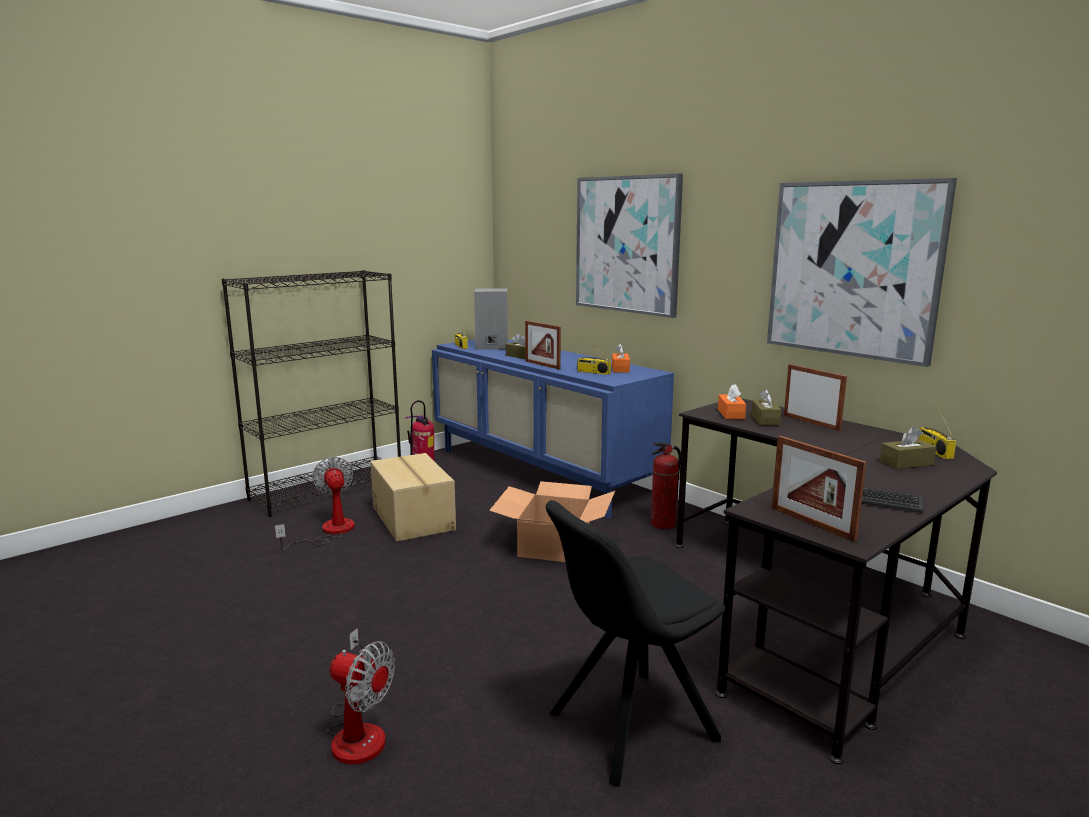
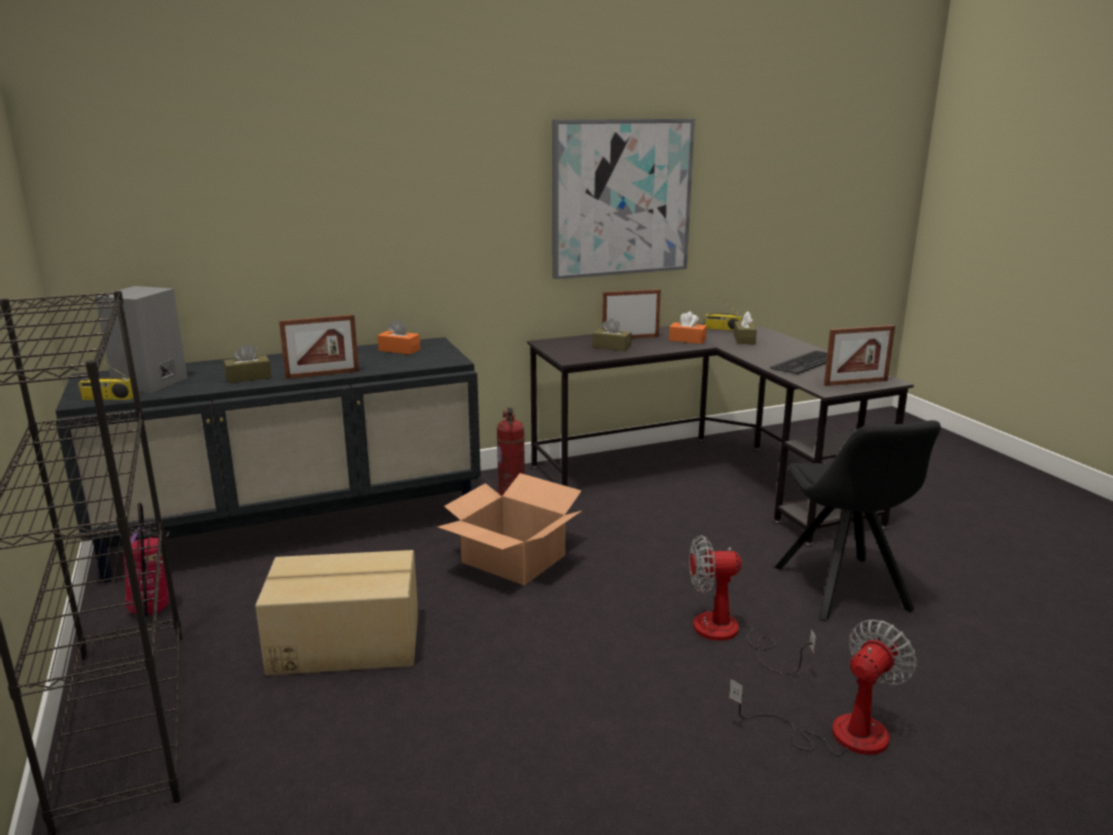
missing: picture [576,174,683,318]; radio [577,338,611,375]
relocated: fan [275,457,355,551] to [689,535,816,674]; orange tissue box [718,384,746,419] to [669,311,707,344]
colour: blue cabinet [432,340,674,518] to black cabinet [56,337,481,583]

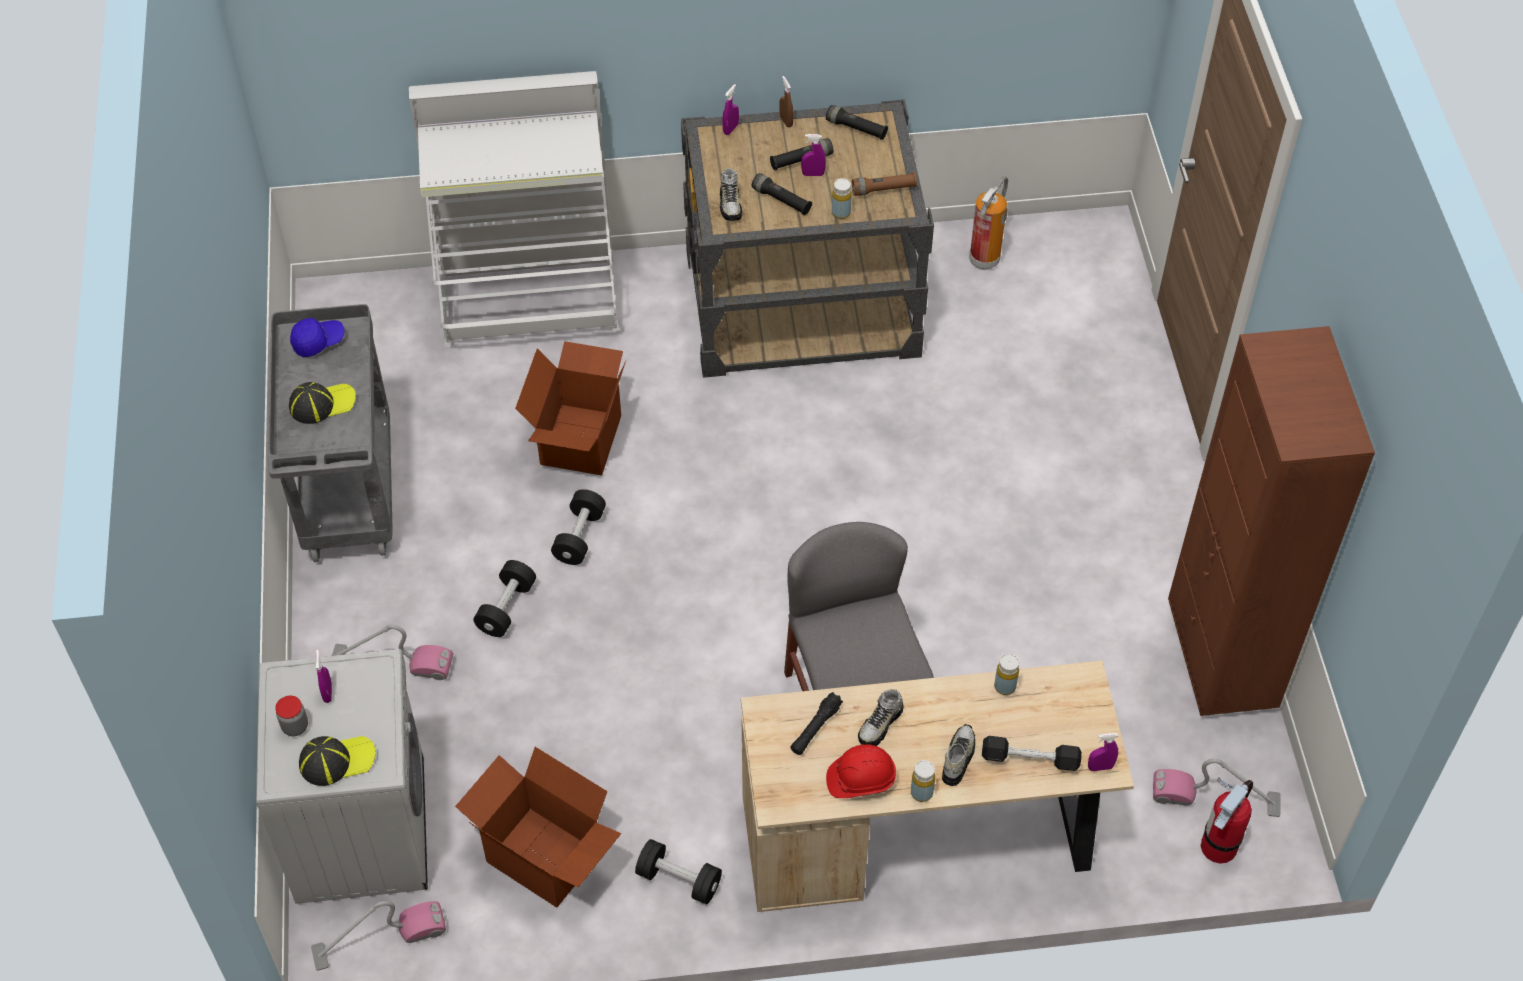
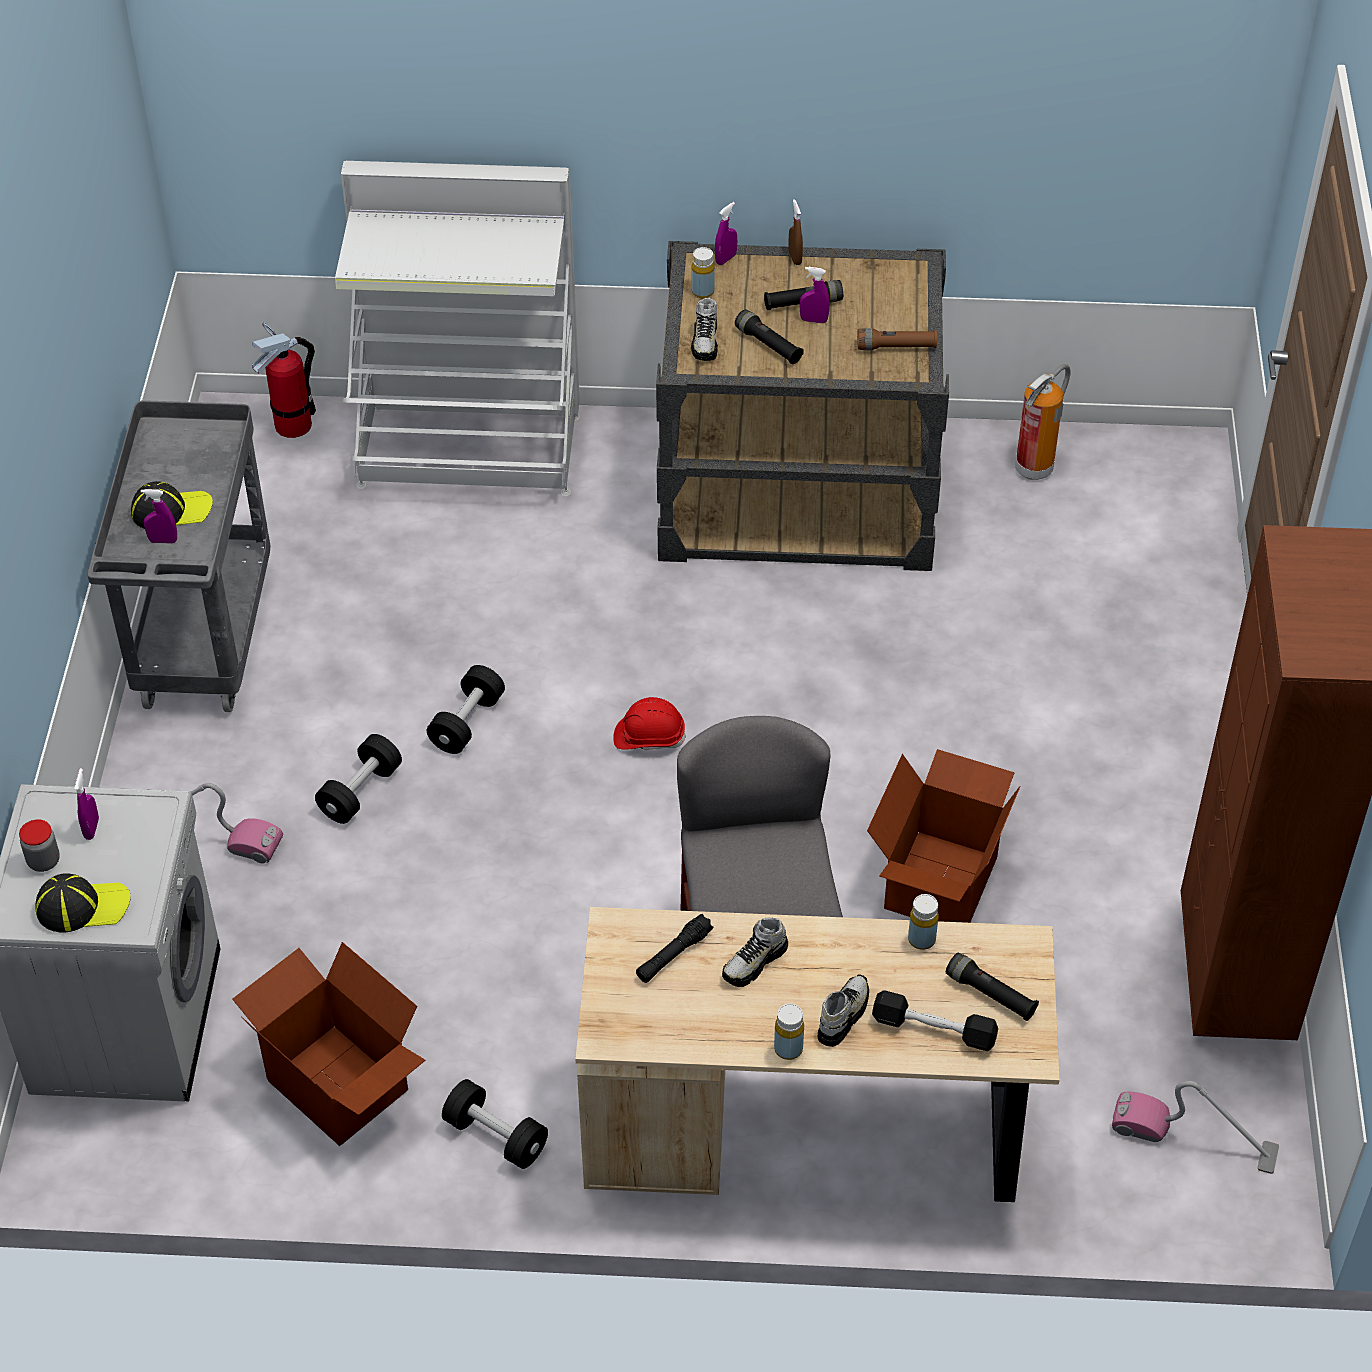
missing: blue cap [290,318,344,357]; vacuum cleaner [311,901,446,971]
relocated: cardboard box [515,341,626,475] to [867,749,1020,923]; black flashlight [826,105,888,140] to [946,953,1039,1021]; red hard hat [826,744,896,798] to [613,697,686,750]; yellow bottle [832,178,852,219] to [691,247,715,298]; purple spray bottle [1088,733,1118,771] to [141,489,177,543]; fire extinguisher [1201,777,1253,864] to [252,322,316,438]

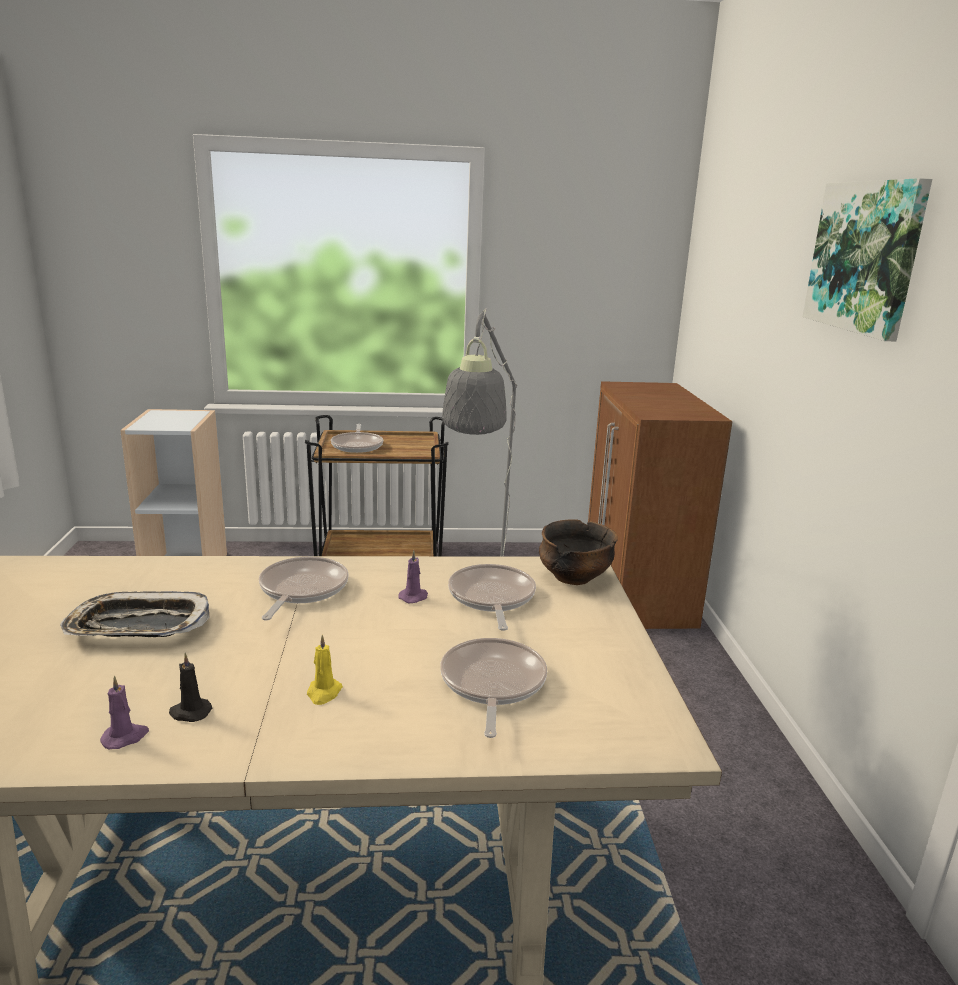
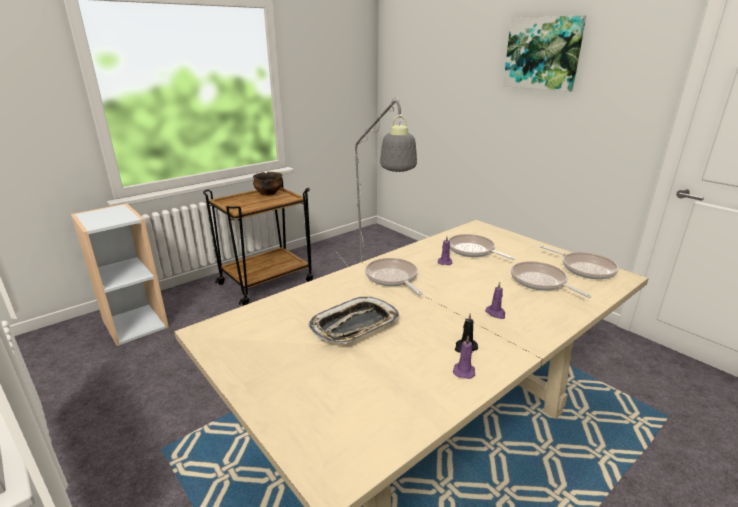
missing: brown cabinet [588,381,733,629]
relocated: frying pan [331,424,383,453] to [540,246,619,279]; bowl [539,519,618,585] to [253,172,282,196]
colour: yellow candle [307,635,343,705] to purple candle [485,282,505,319]

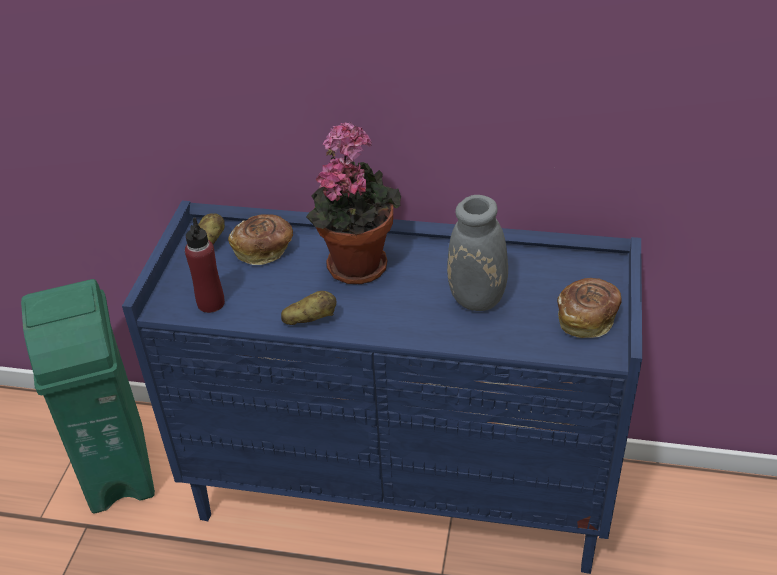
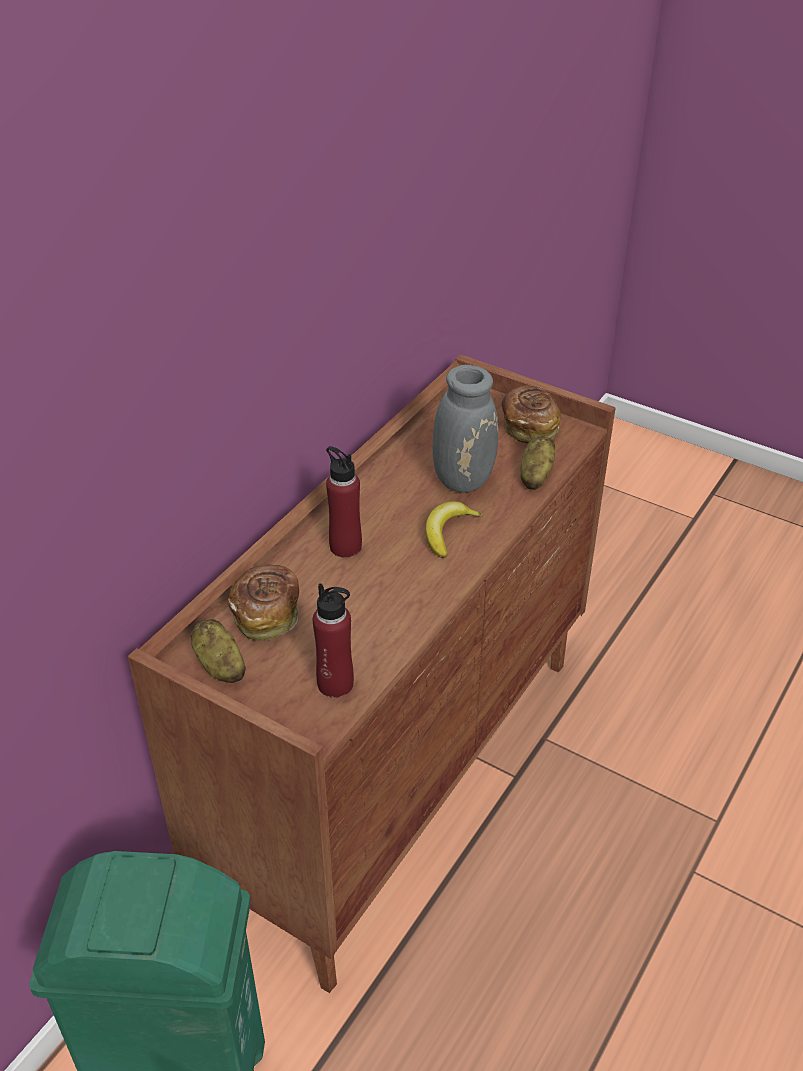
appeared: banana [425,501,483,558]
relocated: potato [281,291,336,325] to [520,436,555,490]
exchanged: potted plant [306,122,401,284] to red bottle [326,446,362,558]
colour: blue cabinet [122,201,642,574] to brown cabinet [128,354,616,993]

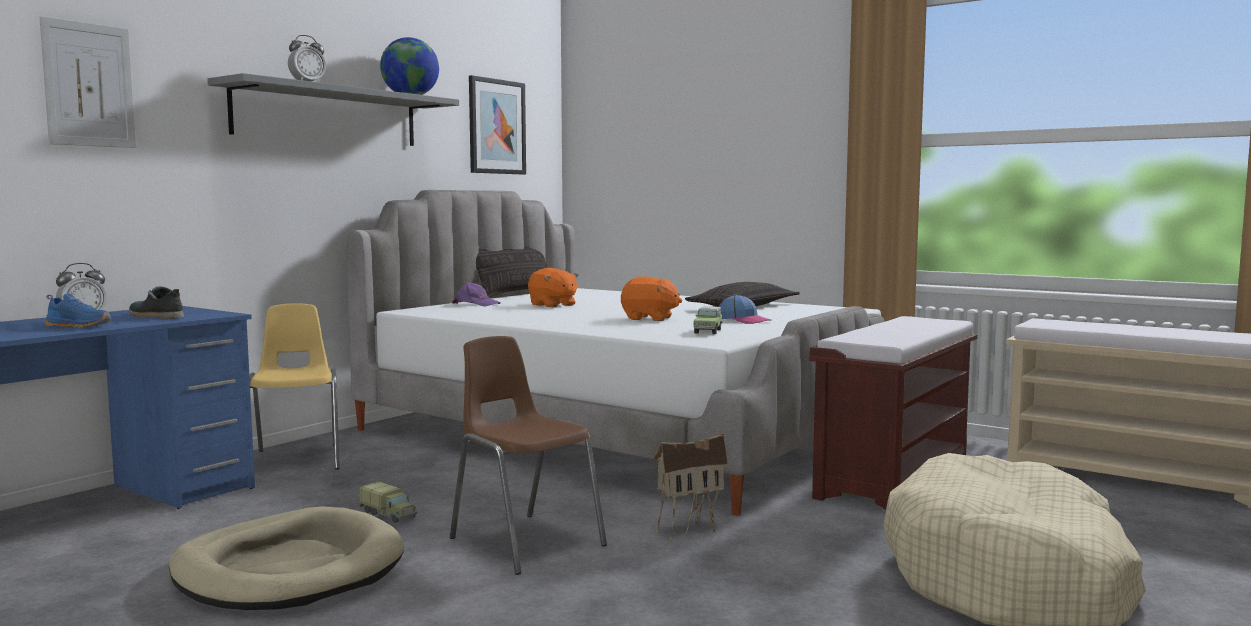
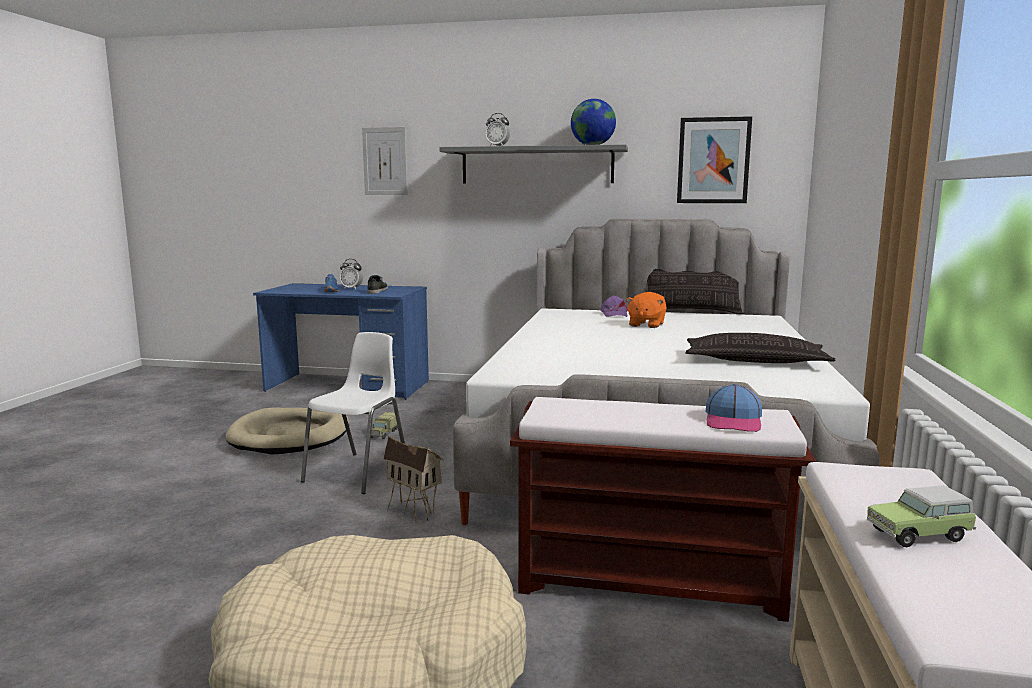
missing: yellow chair [249,303,340,470]; orange plush toy [621,276,682,321]
relocated: toy car [694,306,723,334] to [866,486,977,547]; cap [719,294,771,324] to [706,384,762,432]
colour: brown chair [450,336,607,575] to white chair [301,332,405,494]

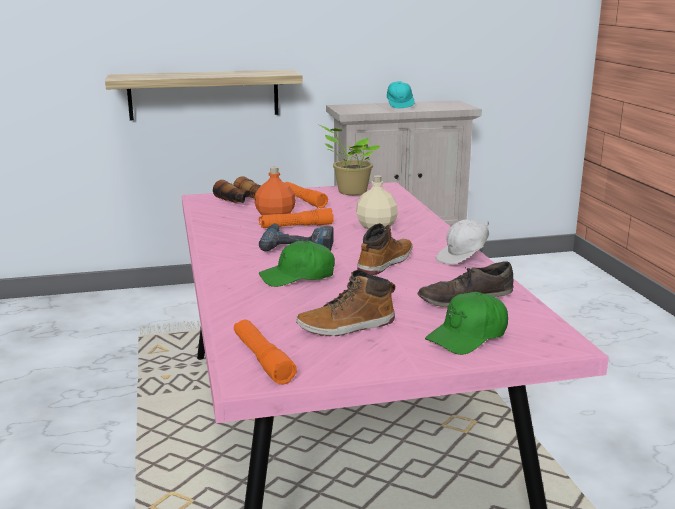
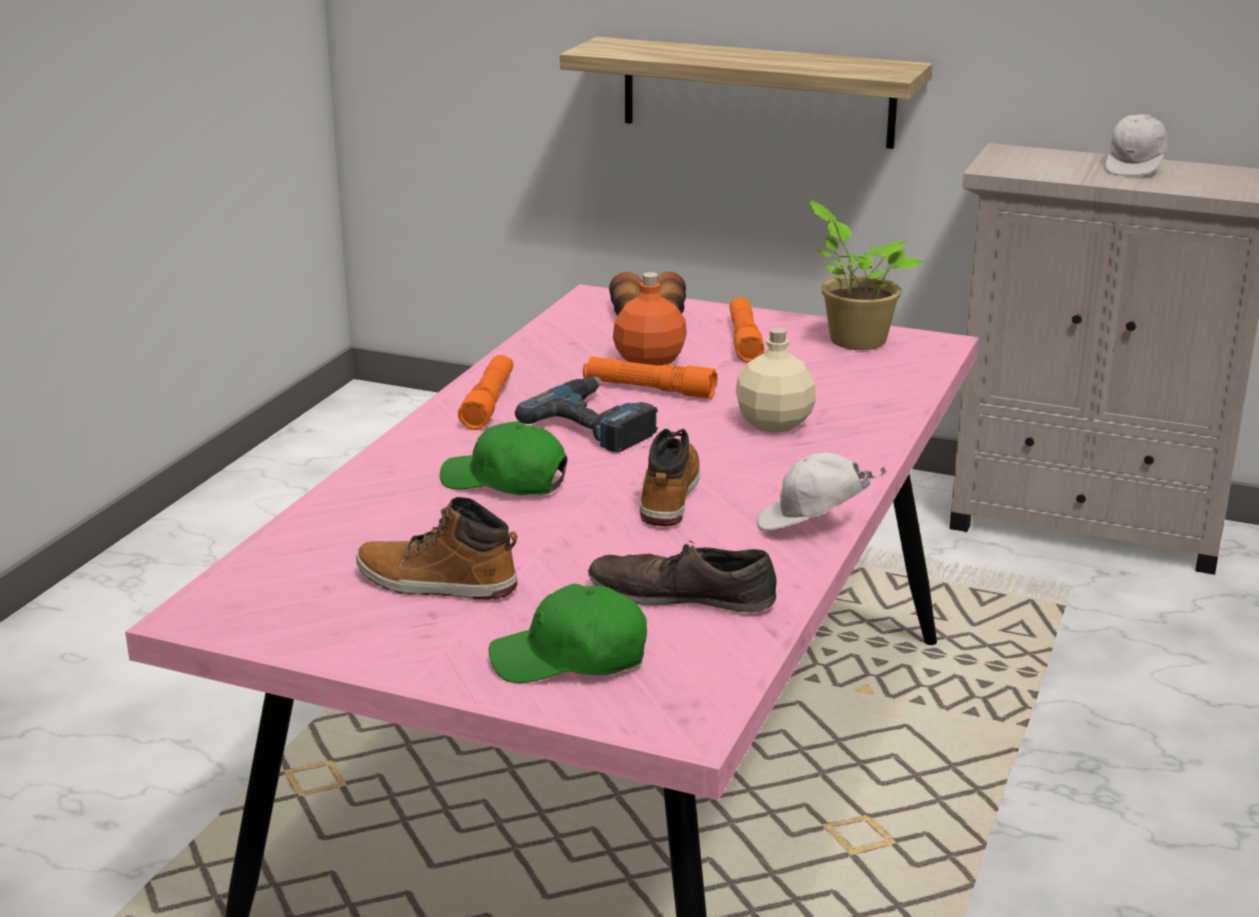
relocated: orange flashlight [234,319,297,385] to [458,355,513,430]
colour: turquoise cap [387,81,415,108] to white cap [1105,114,1168,176]
spun: boot [357,223,412,275] = [640,429,700,527] 60 degrees counterclockwise

